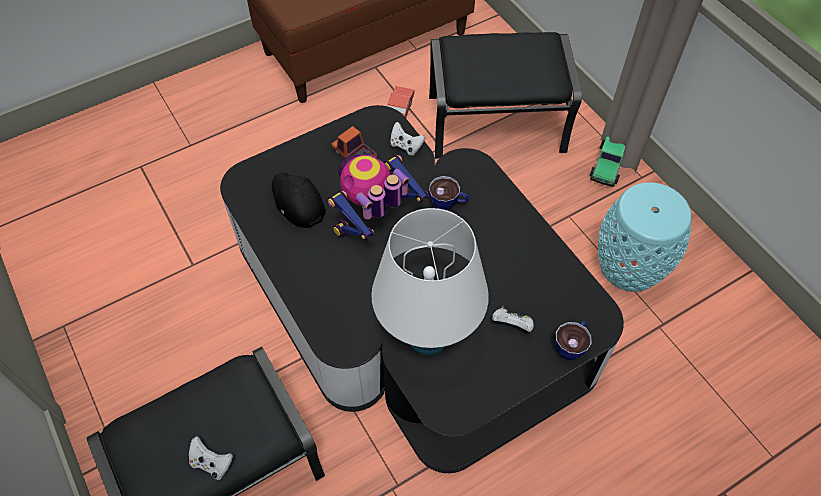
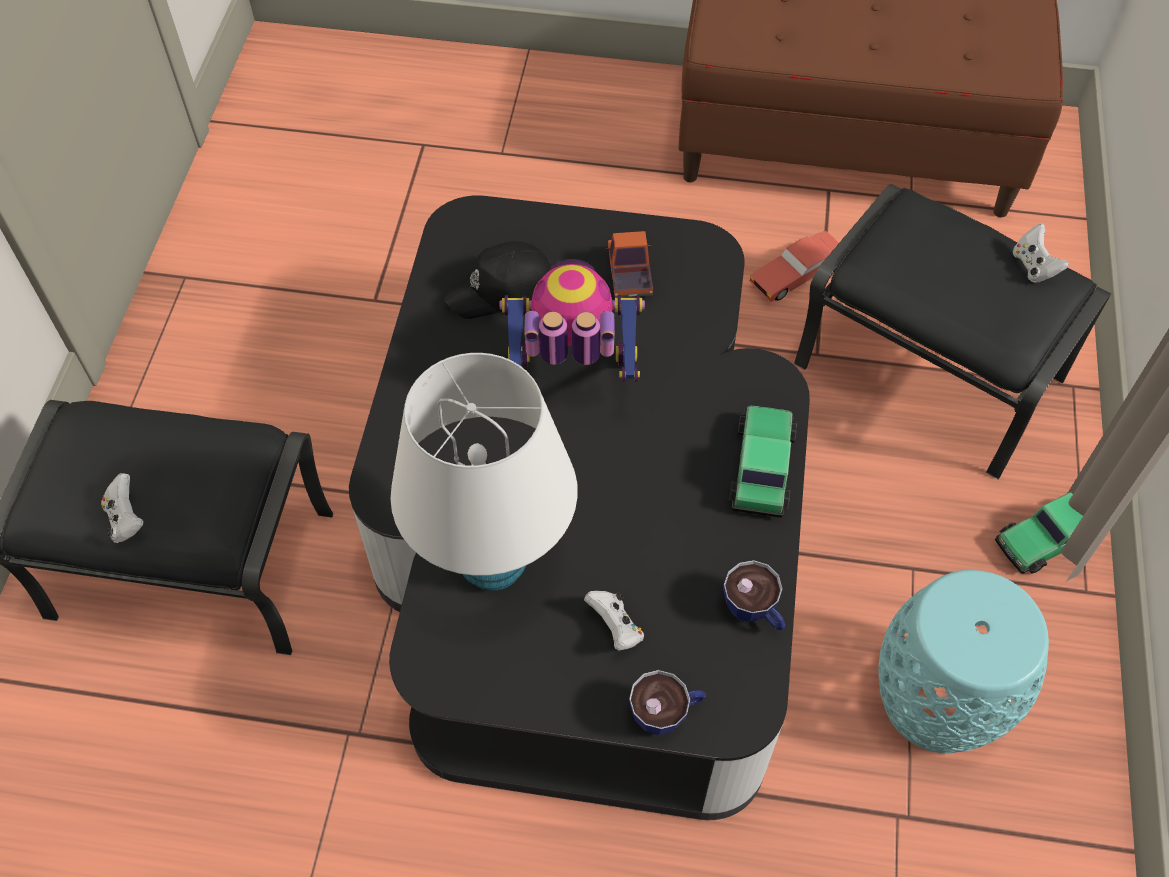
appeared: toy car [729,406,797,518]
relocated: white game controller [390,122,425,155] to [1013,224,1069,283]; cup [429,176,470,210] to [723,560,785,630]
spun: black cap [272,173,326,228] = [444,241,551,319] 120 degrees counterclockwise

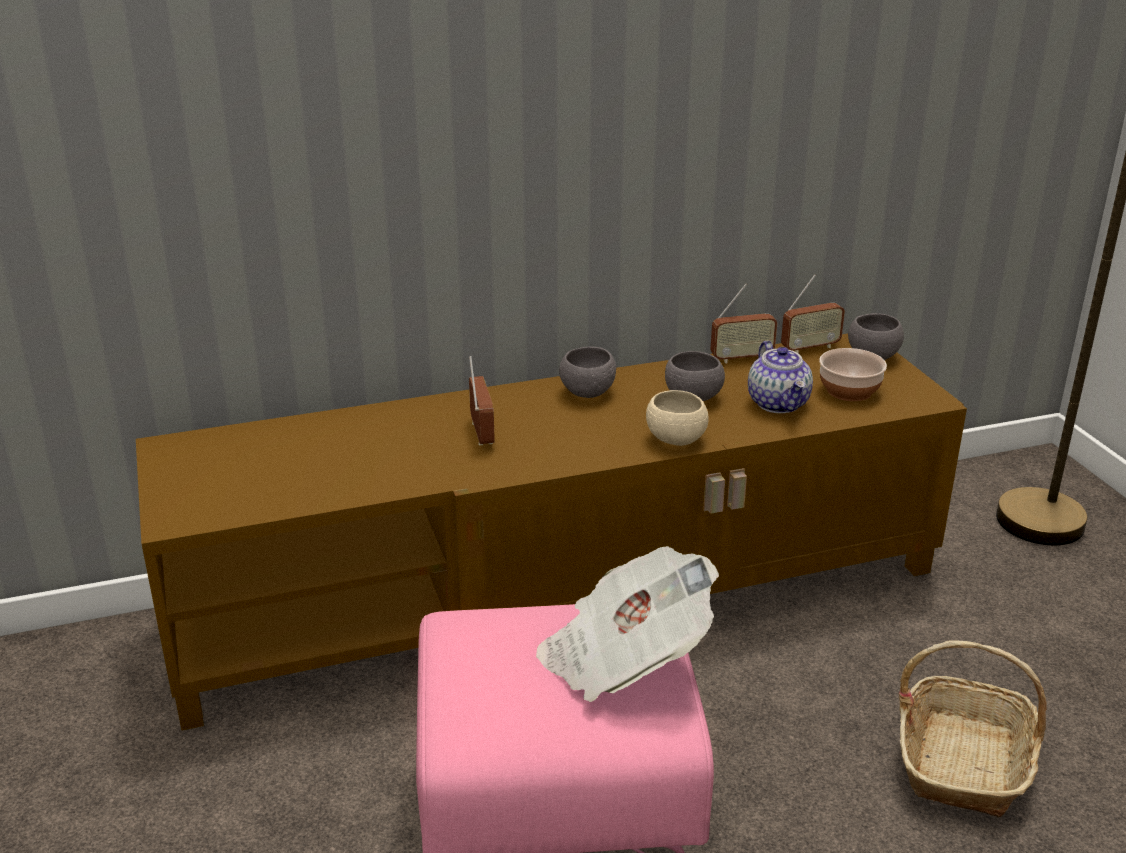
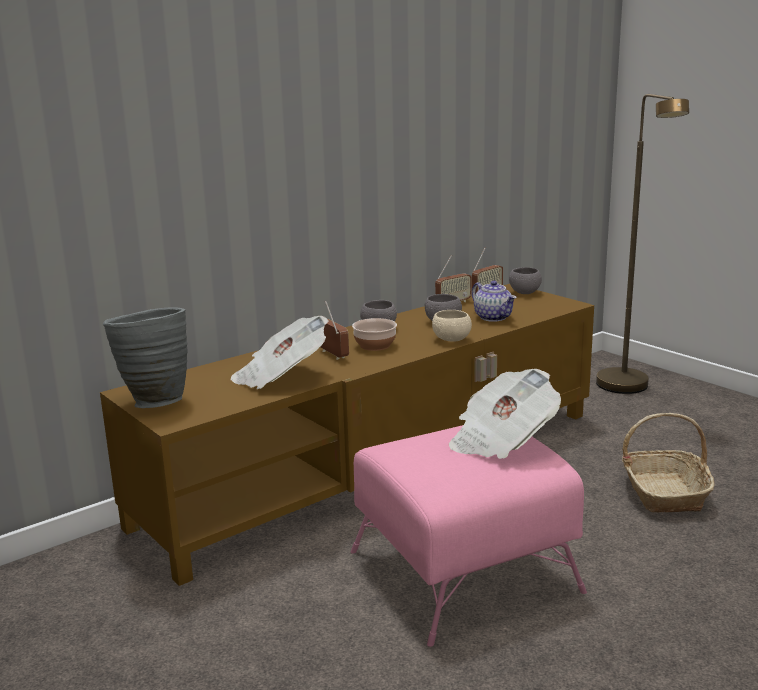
appeared: grey vase [103,307,187,408]; newspaper [231,316,329,389]
relocated: bowl [819,348,887,401] to [352,318,397,351]

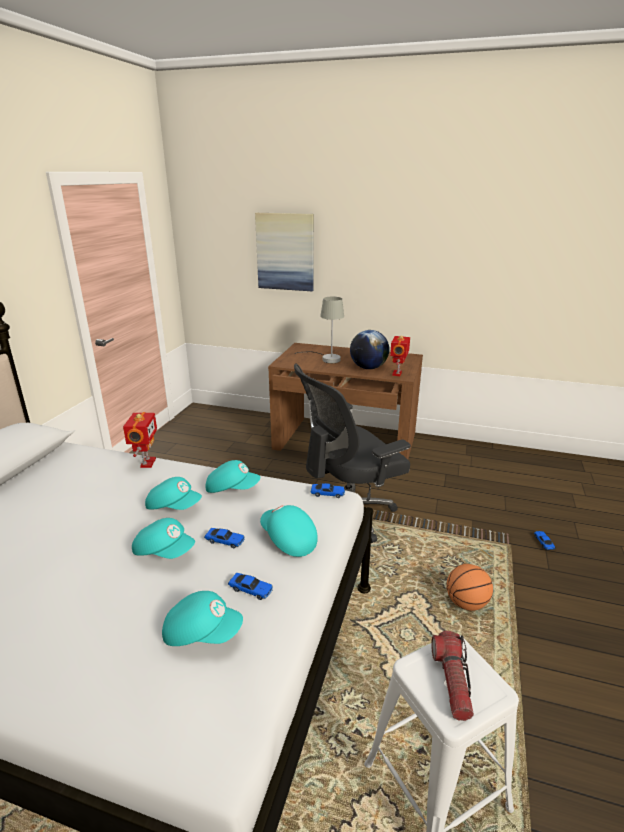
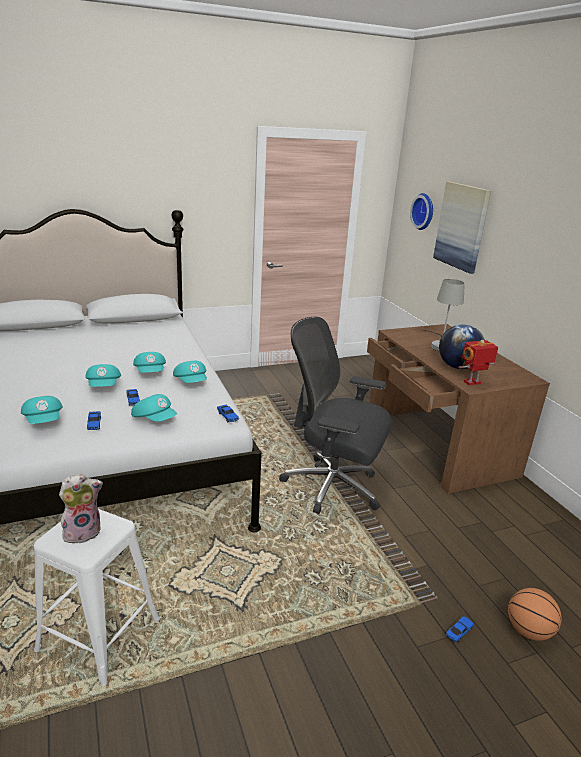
missing: toy robot [123,412,157,468]
appeared: wall clock [410,193,433,230]
relocated: basketball [446,564,493,611] to [508,588,562,641]
exchanged: flashlight [432,631,474,721] to plush toy [59,474,103,543]
spun: turquoise cap [260,505,318,557] = [131,394,177,422] 120 degrees clockwise

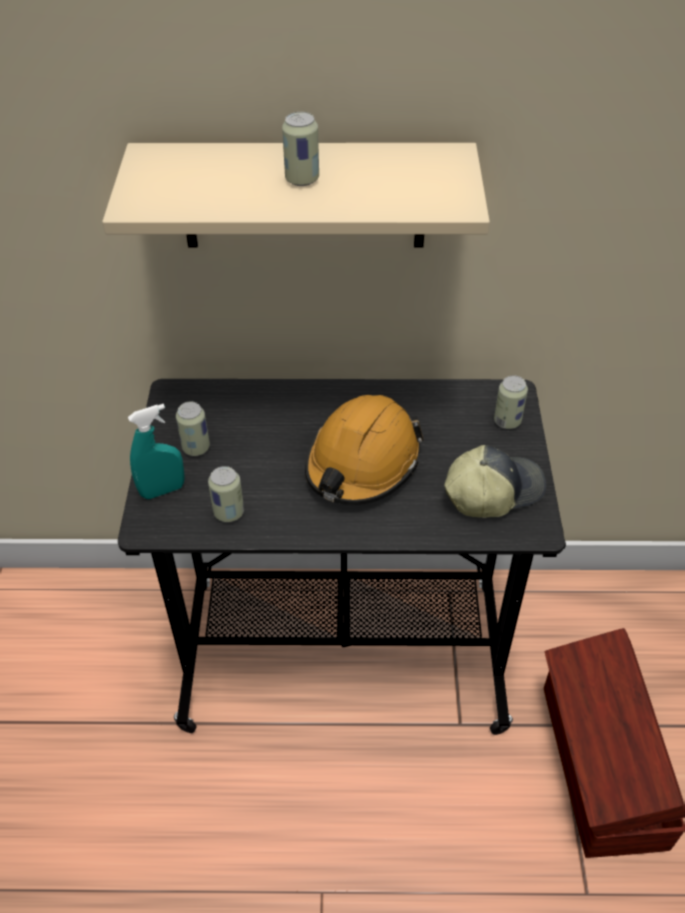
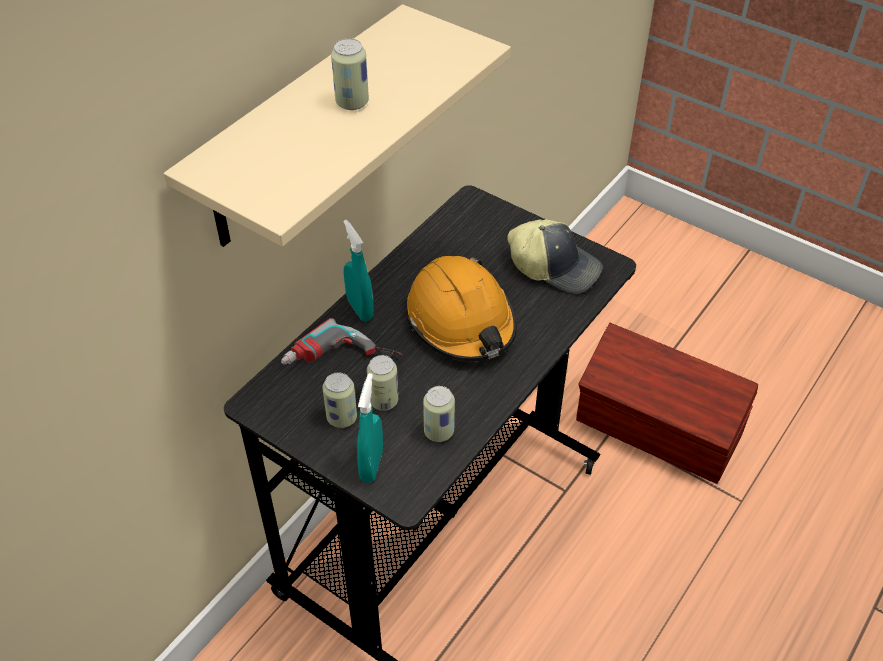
appeared: power drill [281,318,403,364]; turquoise spray bottle [344,220,374,321]
relocated: can [494,376,528,429] to [367,355,398,411]
spun: cap [444,445,547,518] = [507,219,603,294] 105 degrees clockwise

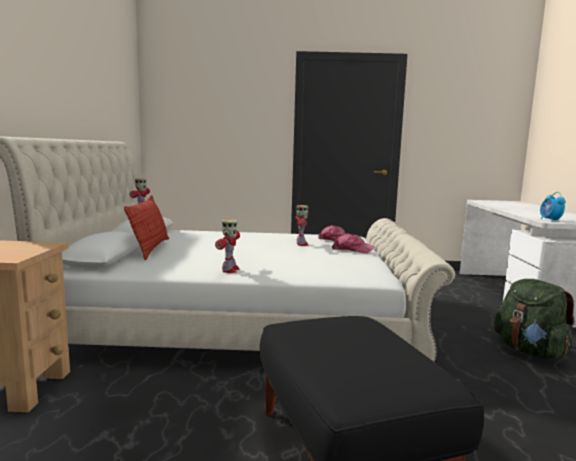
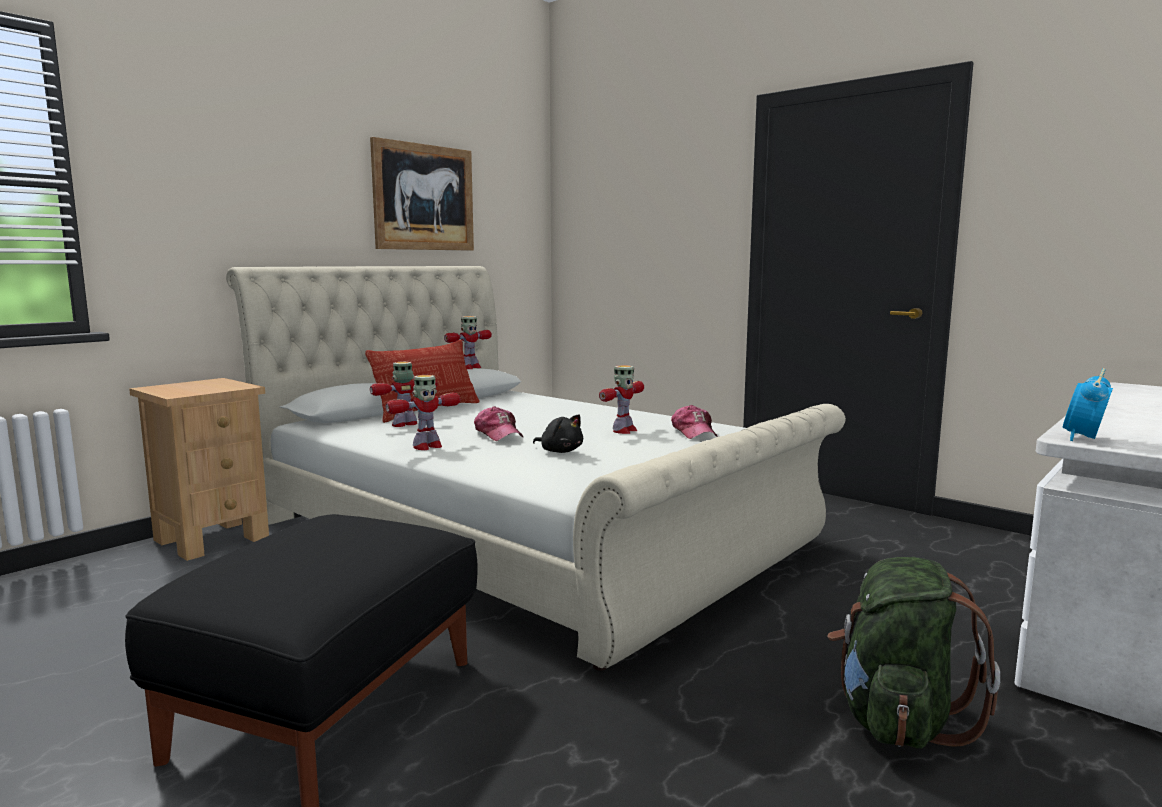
appeared: picture [370,137,474,251]; toy robot [370,362,438,427]; black plush toy [533,415,583,453]
relocated: cap [332,233,375,253] to [474,406,523,441]

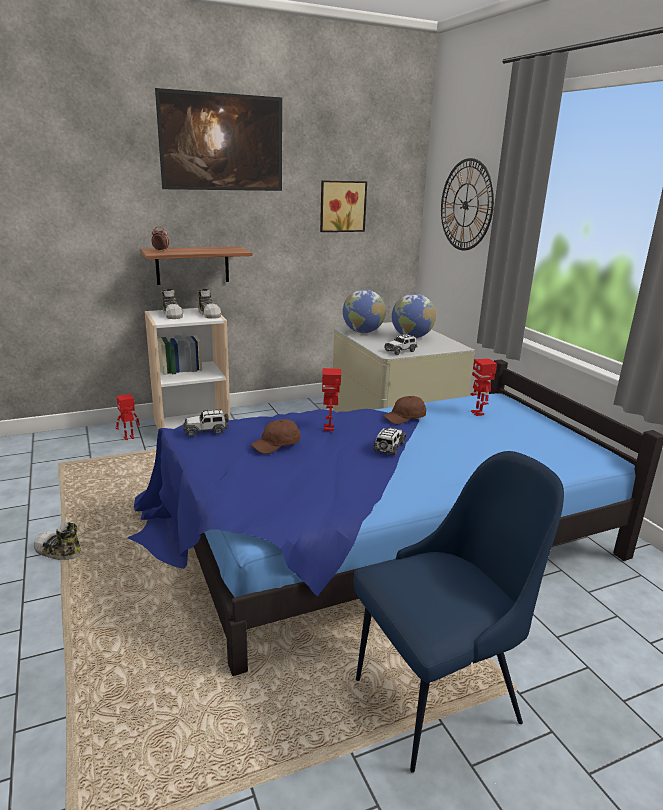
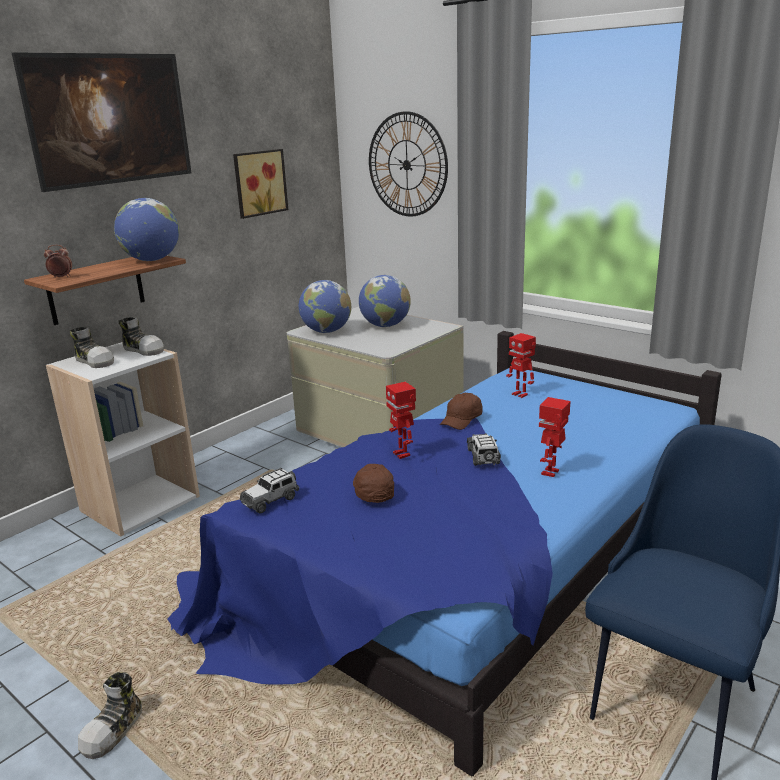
missing: toy car [384,334,418,355]
appeared: globe [114,198,179,261]
relocated: toy robot [115,394,140,440] to [539,397,570,477]
spun: shoe [34,522,82,560] = [78,672,142,759] 60 degrees counterclockwise; brown cap [250,419,300,454] = [353,464,394,503] 135 degrees clockwise

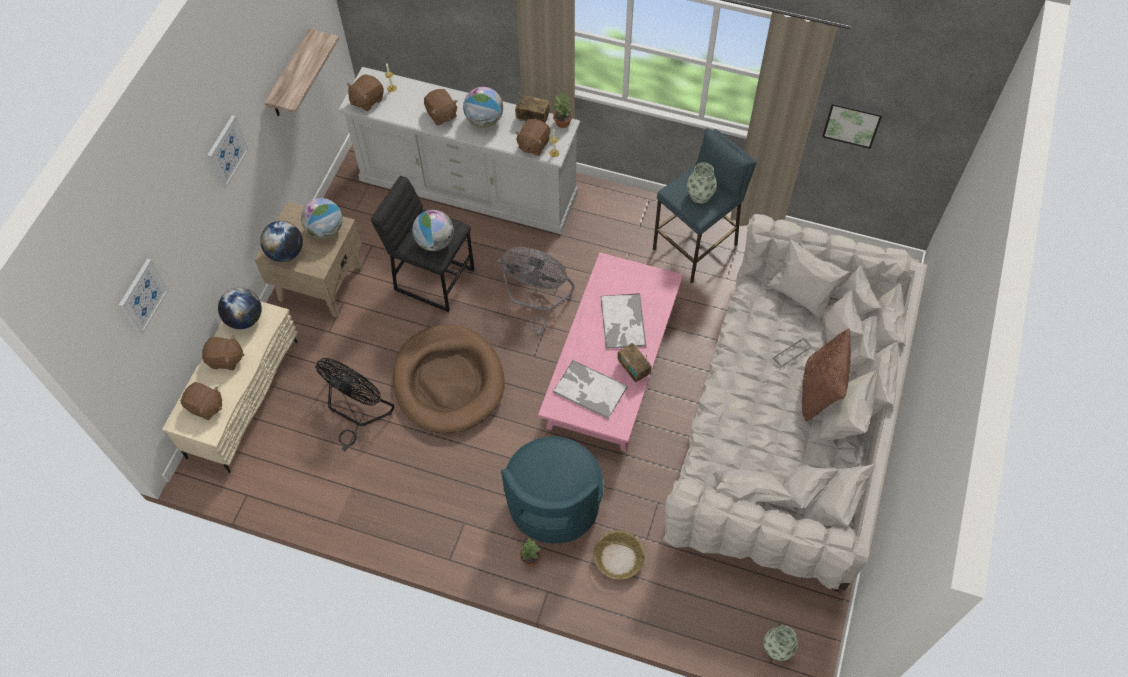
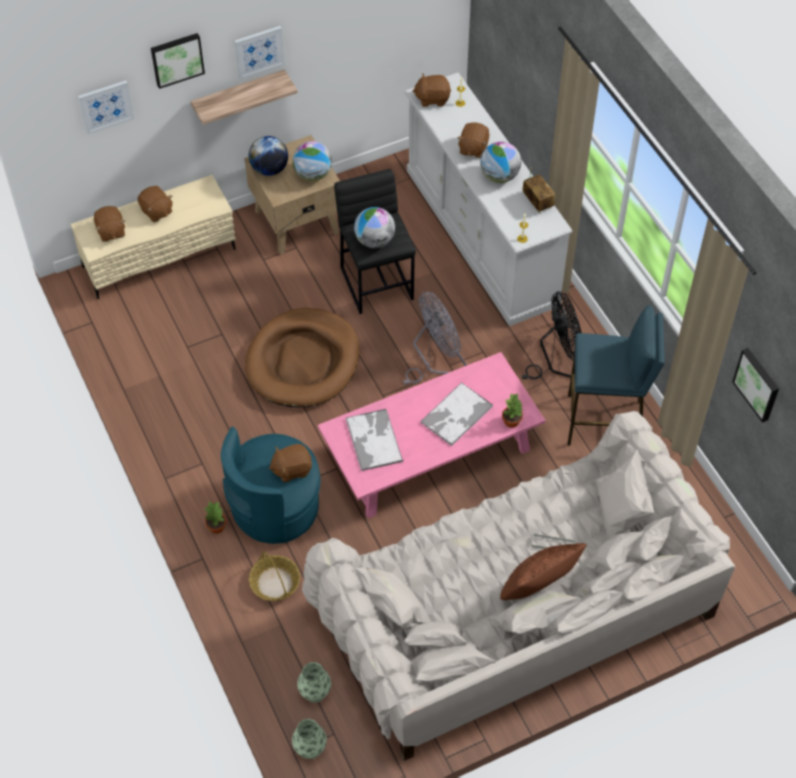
missing: globe [218,287,262,329]; radio [617,343,652,382]
appeared: picture [151,33,205,89]
relocated: shelf [264,29,339,116] to [190,70,298,125]; black fan [315,358,394,451] to [521,291,582,379]; brown plush toy [515,119,550,156] to [269,444,312,483]; potted plant [553,92,572,128] to [502,393,524,428]; vase [687,162,717,203] to [297,662,331,702]

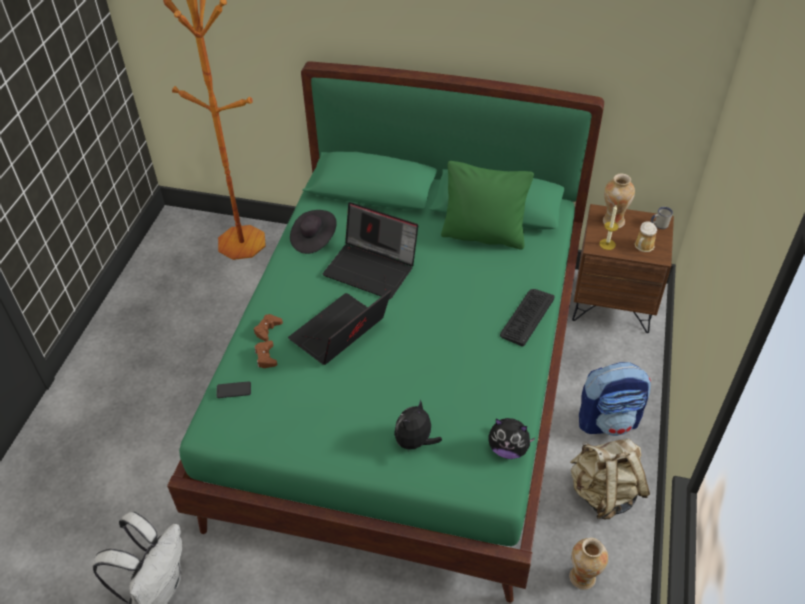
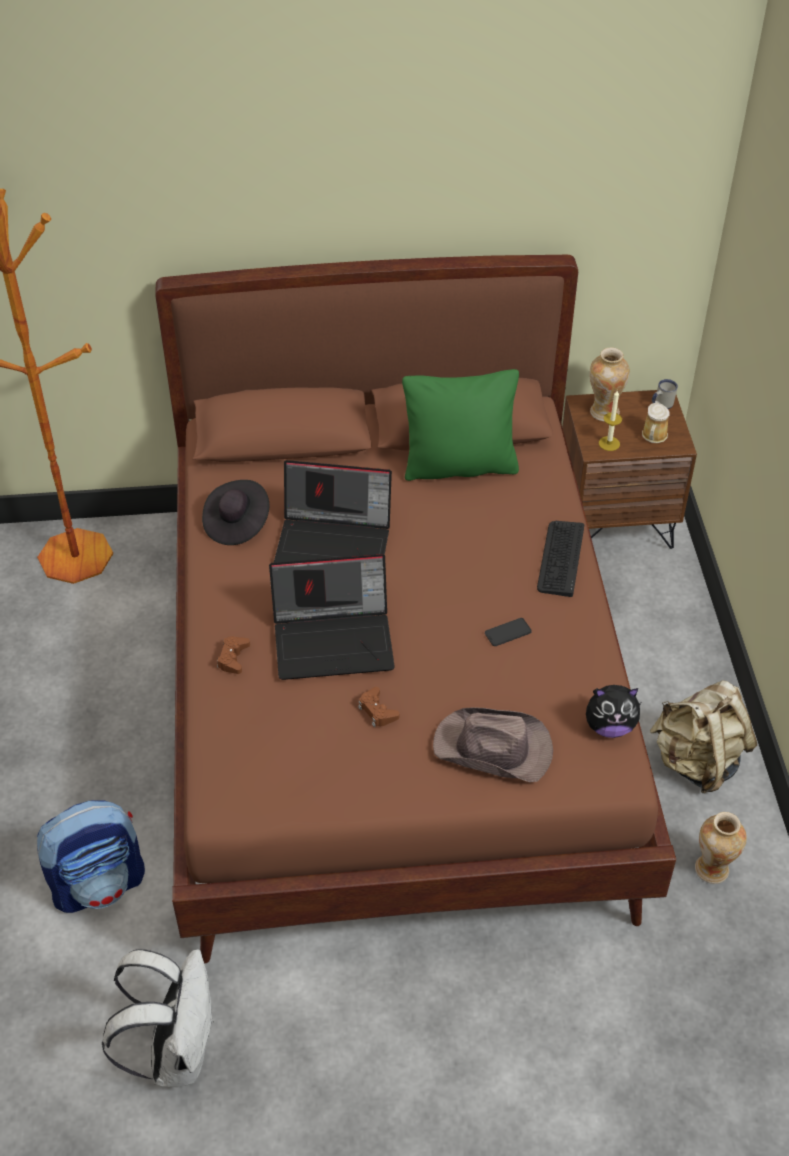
relocated: phone [216,381,251,398] to [485,618,532,646]; brown game controller [254,341,277,368] to [358,687,399,727]; backpack [579,362,651,436] to [37,800,145,913]
exchanged: plush toy [394,400,442,452] to brown hat [433,707,553,782]
colour: green bed [167,61,604,603] to brown bed [155,255,676,963]
spun: laptop [288,290,391,365] = [269,554,395,680] 120 degrees counterclockwise

